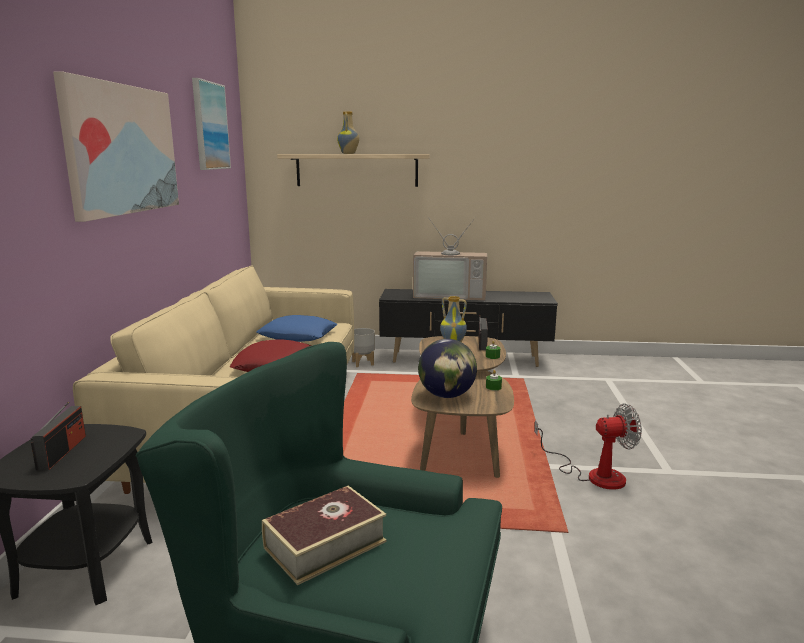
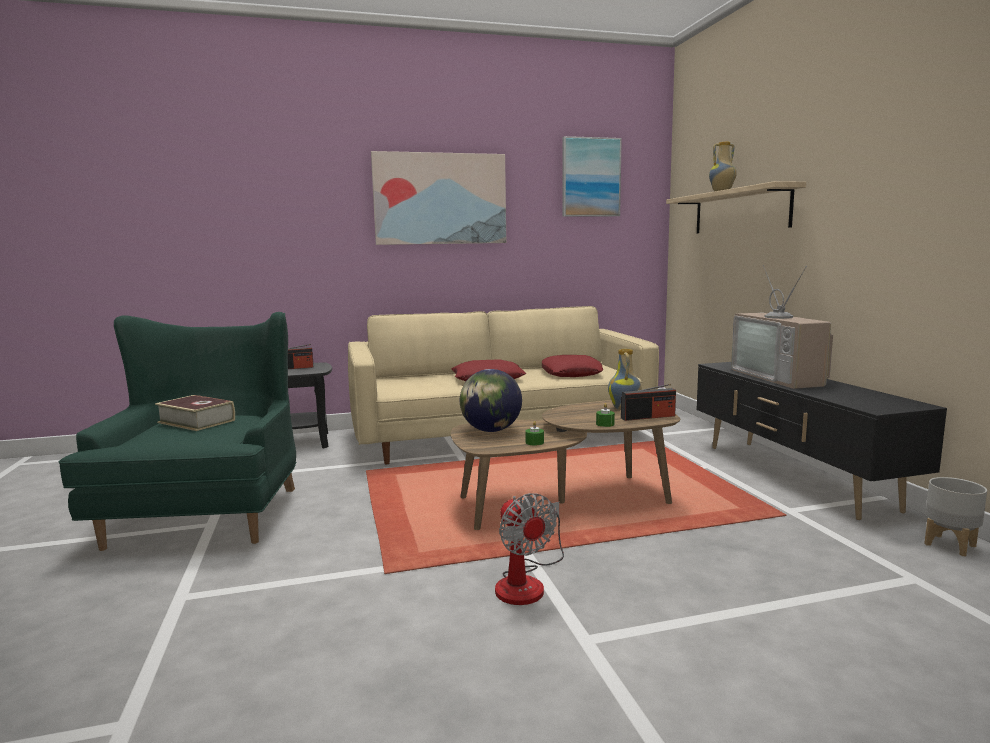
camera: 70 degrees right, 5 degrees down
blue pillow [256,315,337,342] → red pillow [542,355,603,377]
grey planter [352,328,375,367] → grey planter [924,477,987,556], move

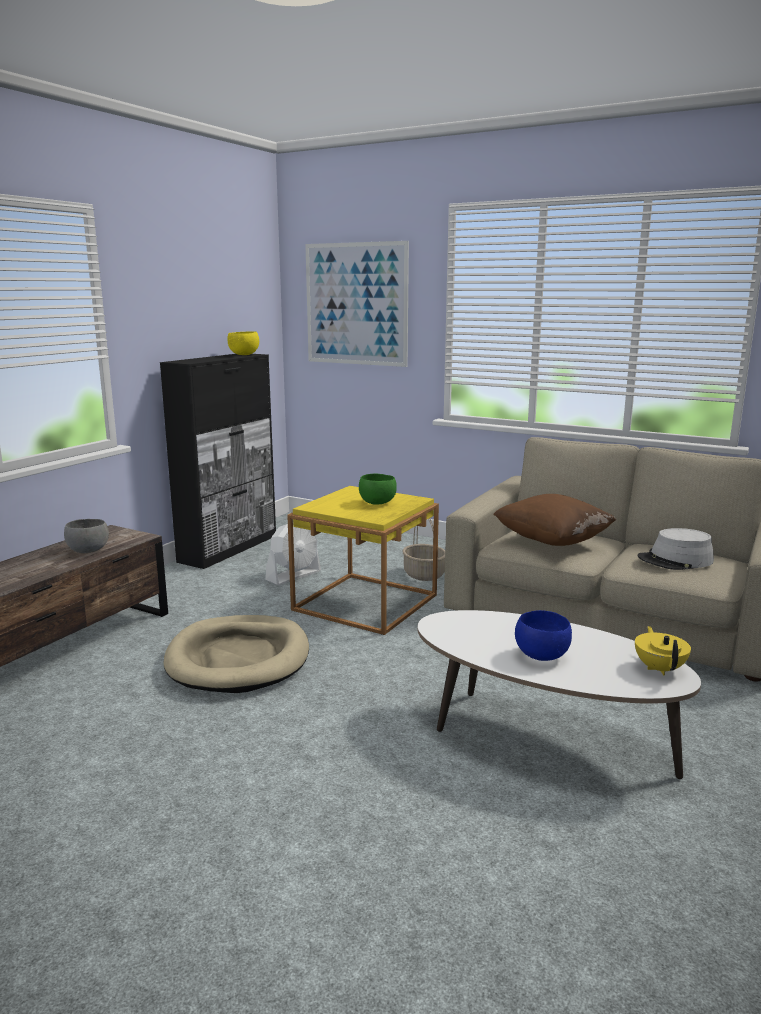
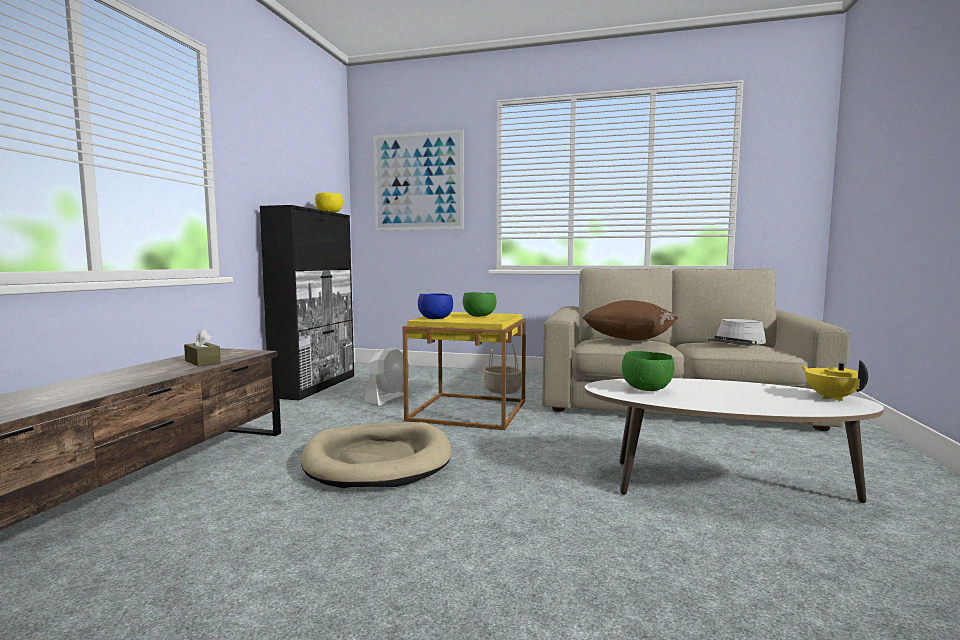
camera: 15 degrees left, 10 degrees down
grey bowl [64,519,109,553] → brown tissue box [184,329,221,366]
blue bowl [515,610,572,661] → blue bowl [418,293,453,319], move
- → green bowl [622,351,674,391]

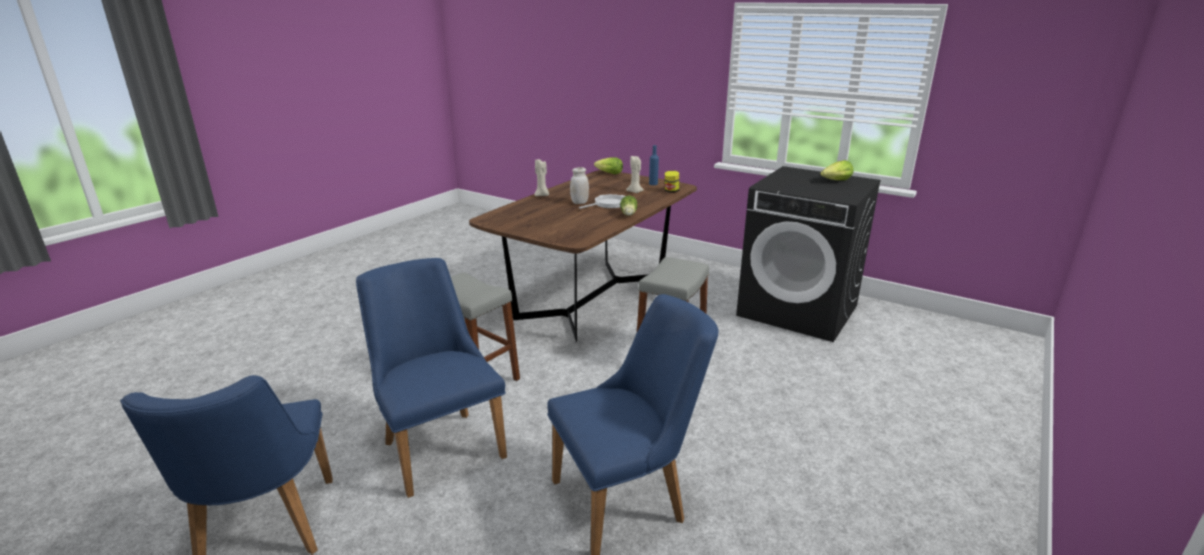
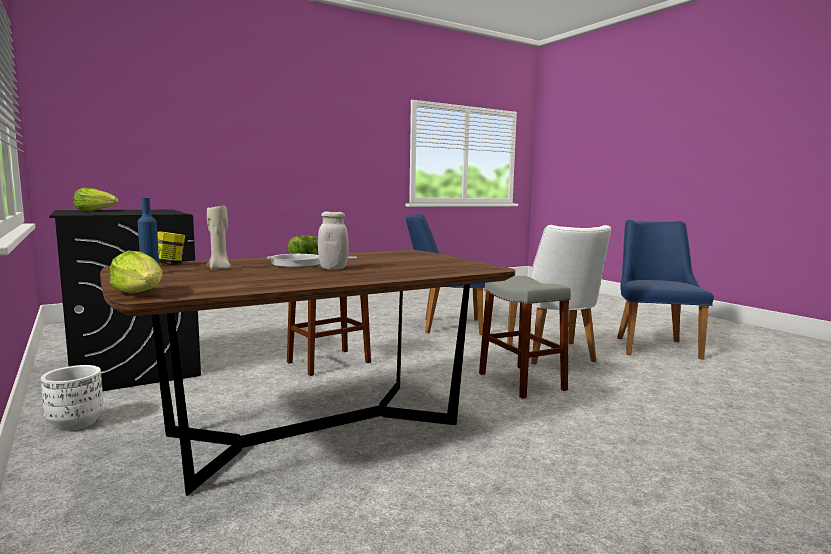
camera: 155 degrees left, 15 degrees down
blue chair [356,258,507,498] → white chair [507,225,611,364]
beige candle [534,158,549,196] → -
- → white planter [41,365,104,431]

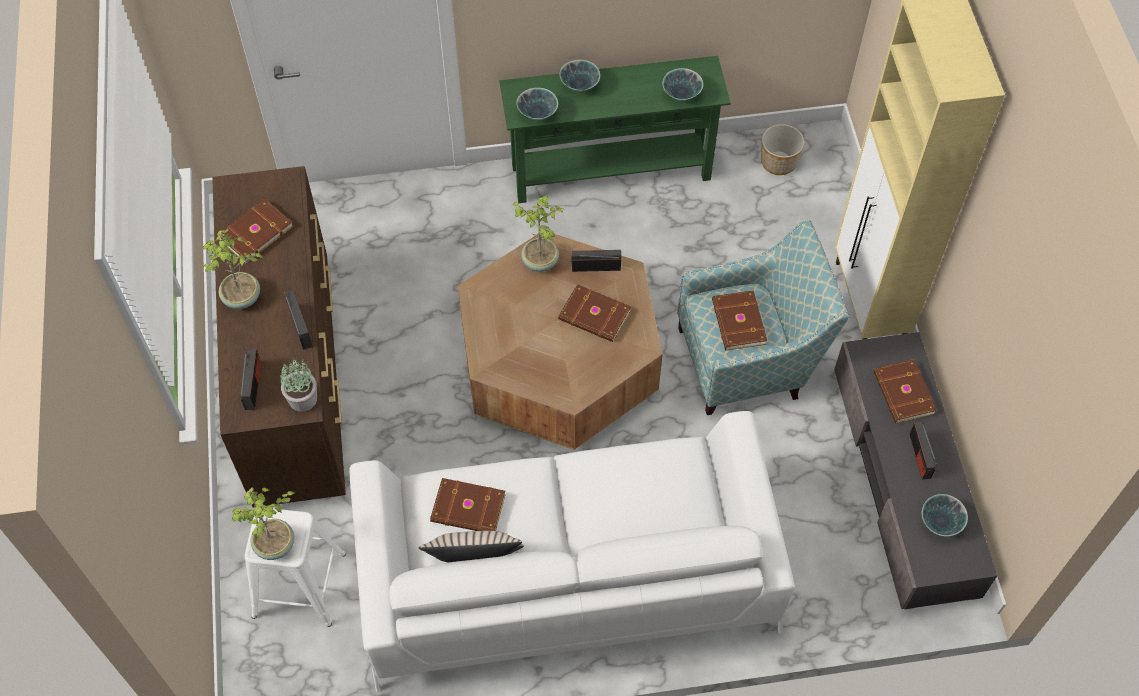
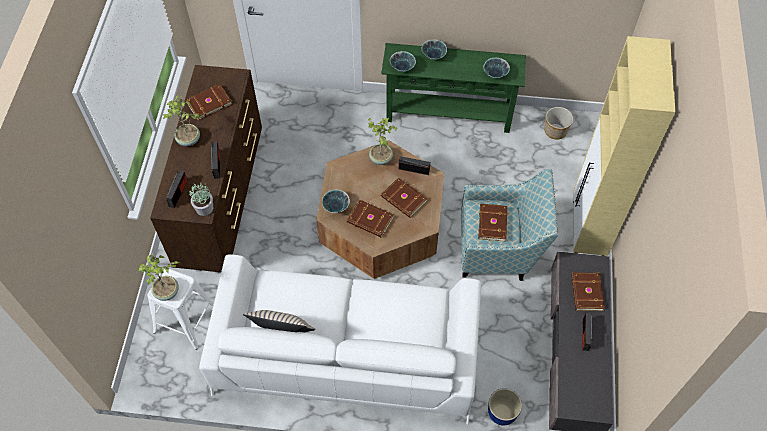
camera: 15 degrees right, 0 degrees up
brown book [430,478,506,531] → brown book [347,200,394,238], move
bowl [922,494,968,536] → bowl [322,190,350,213], move
- → planter [488,388,522,425]

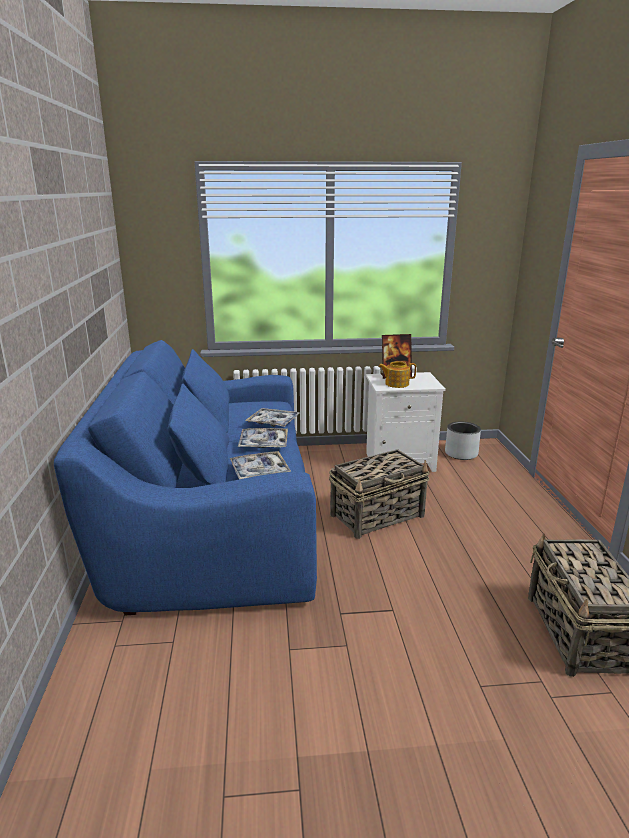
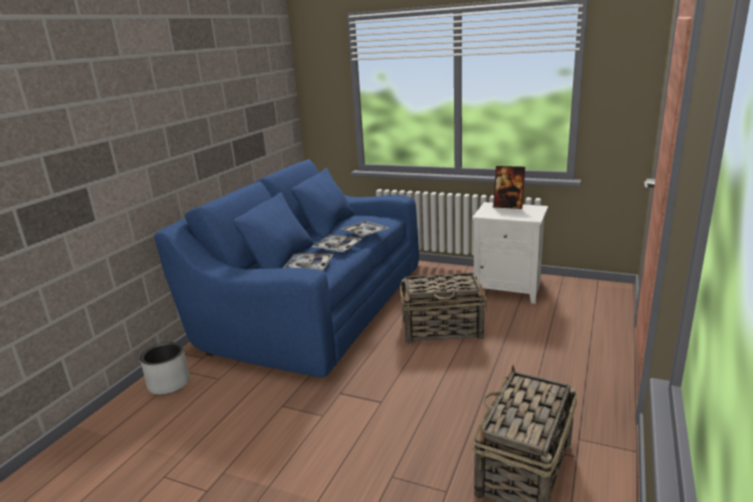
camera: 30 degrees right, 0 degrees up
teapot [378,361,416,388] → -
grey planter [445,422,481,460] → grey planter [140,342,190,395], move

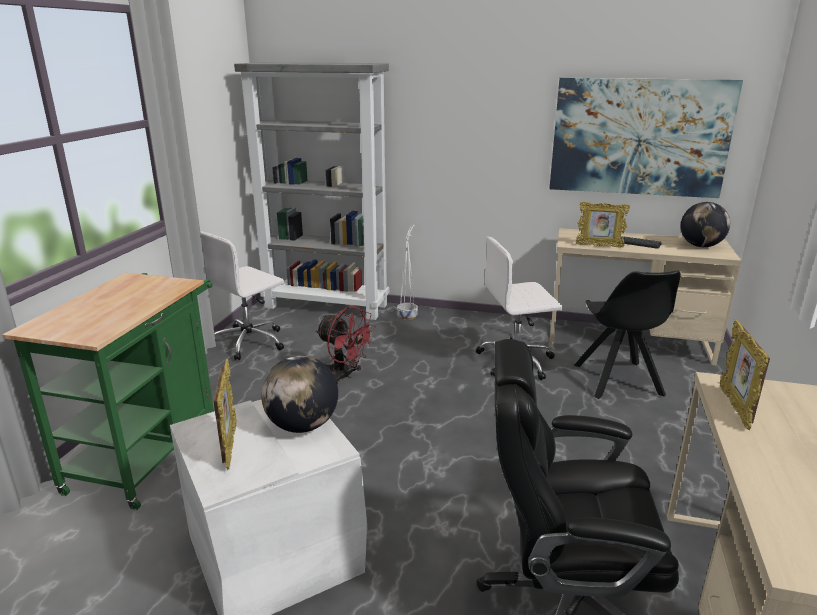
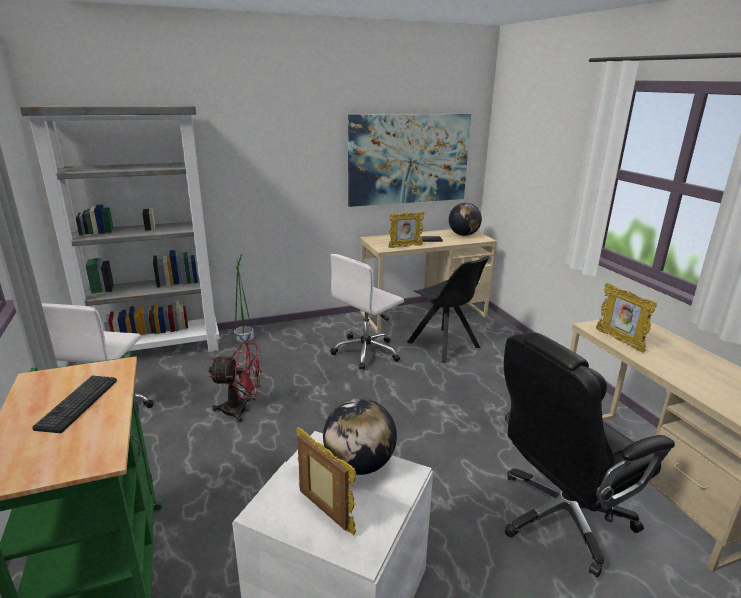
camera: 35 degrees left, 0 degrees up
white planter [397,225,418,320] → green planter [234,254,254,343]
- → keyboard [32,376,117,433]

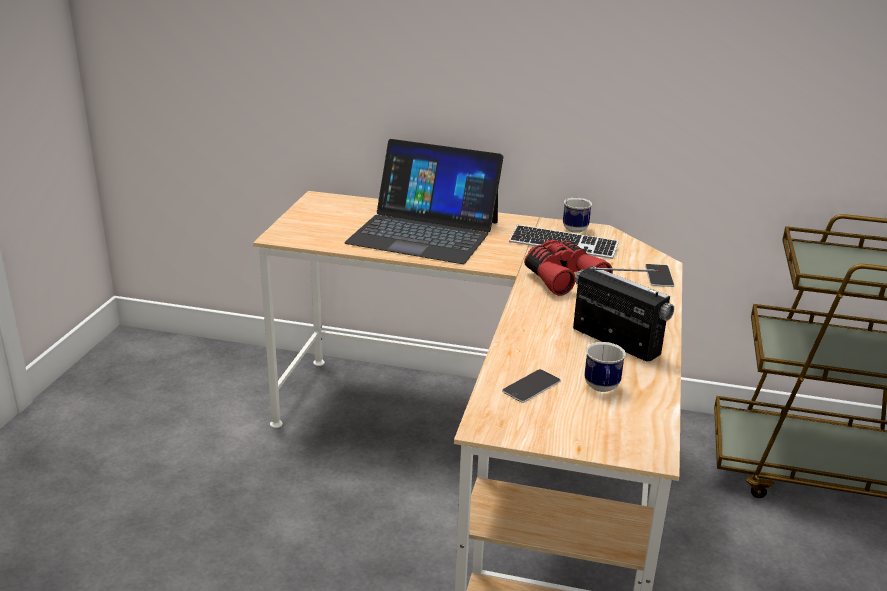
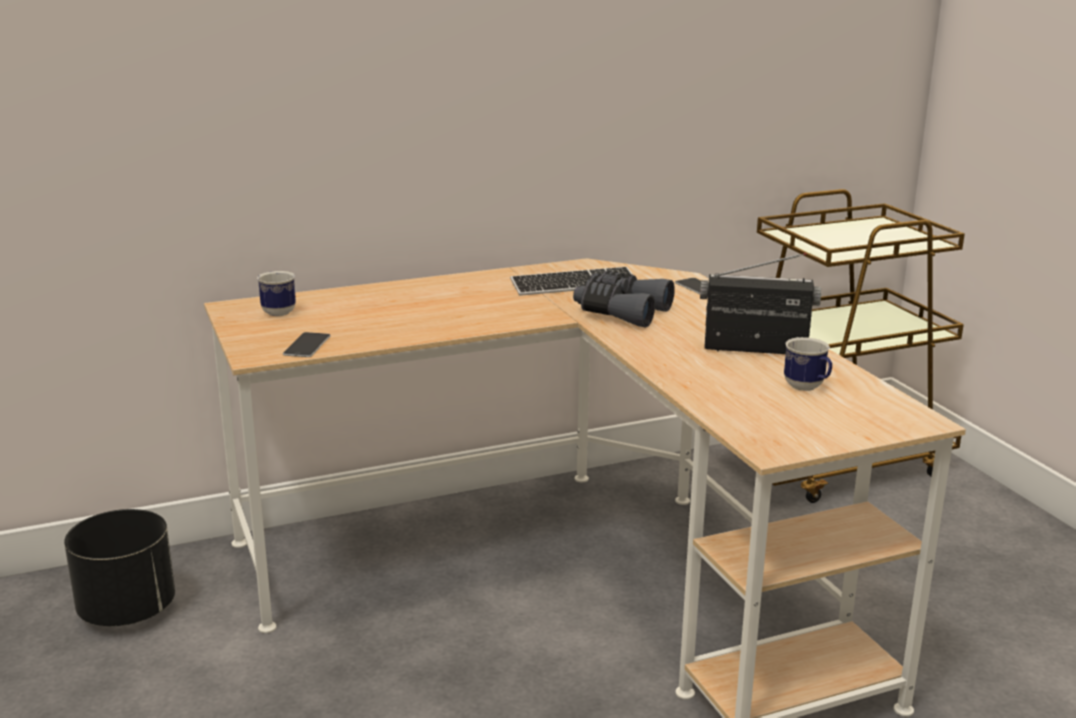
camera: 35 degrees left, 5 degrees down
laptop [344,139,503,264] → -
phone [502,369,561,403] → phone [283,332,331,357], move
red binoculars [524,240,613,296] → grey binoculars [573,271,675,328]
mug [563,198,592,233] → mug [257,271,296,316], move
- → black planter [64,509,175,626]

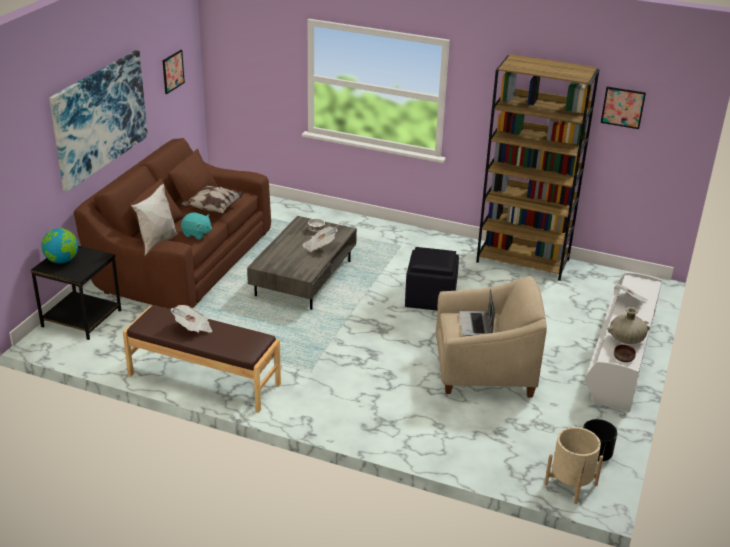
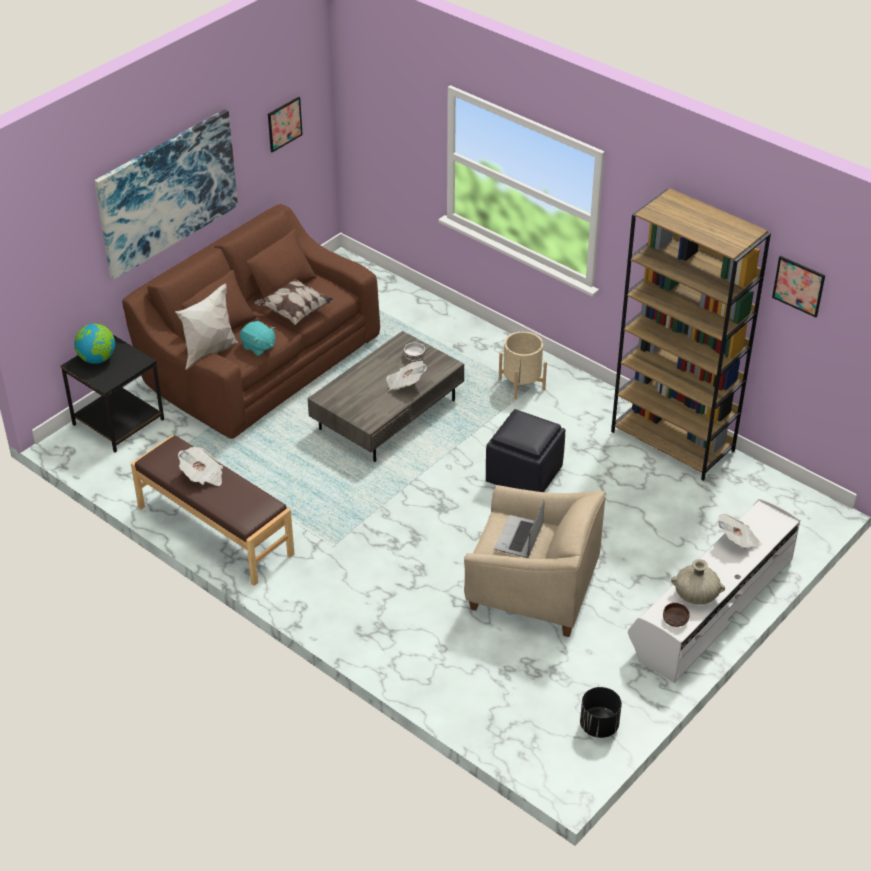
camera: 20 degrees right, 10 degrees up
beige planter [544,427,603,504] → beige planter [499,331,547,399], move

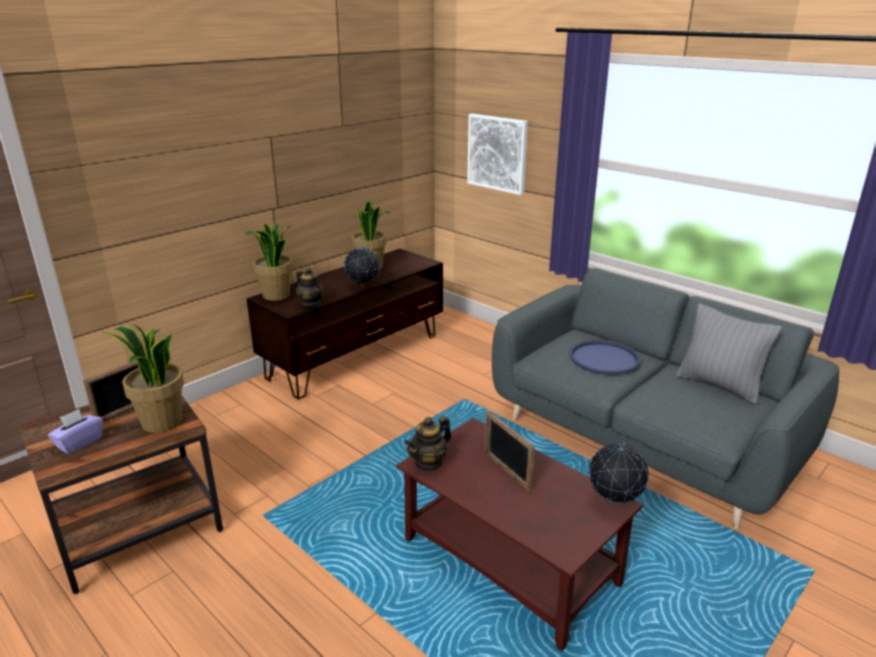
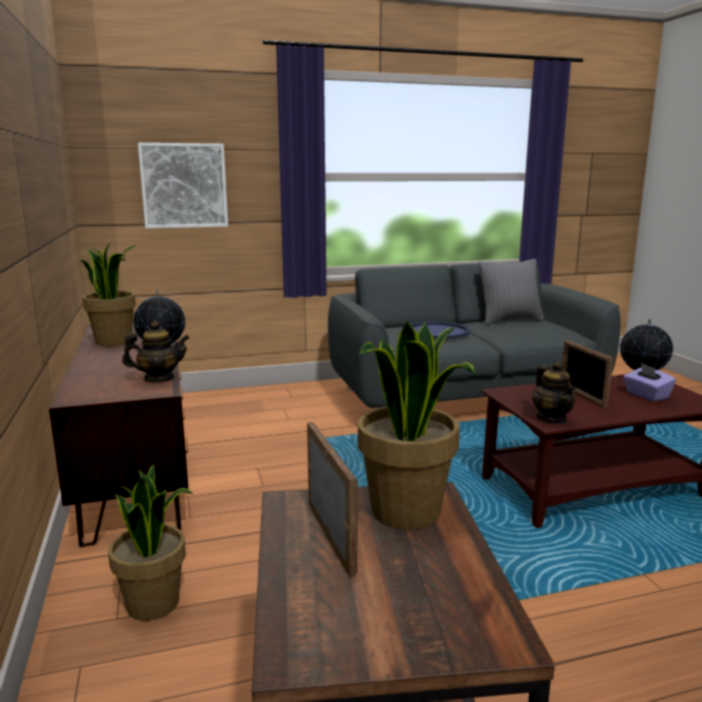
camera: 60 degrees left, 10 degrees down
purple tissue box [48,409,103,455] → purple tissue box [623,363,676,402], move
potted plant [244,223,293,301] → potted plant [108,465,193,621], move
picture frame [485,411,535,491] → picture frame [562,339,613,408], 75 degrees clockwise

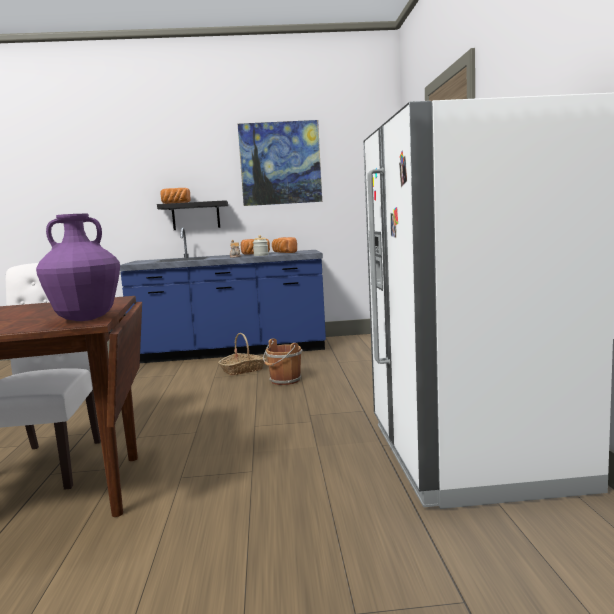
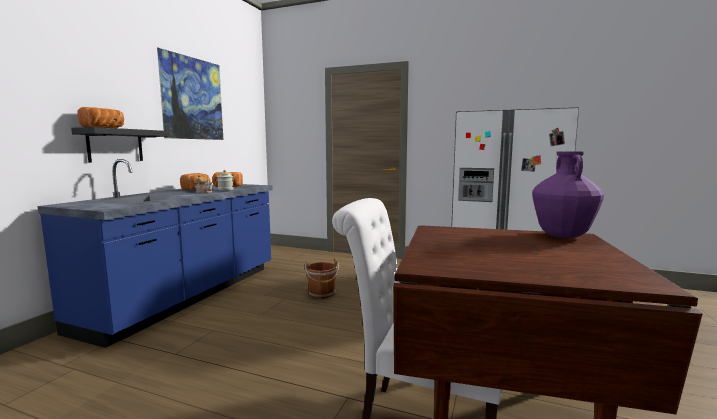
camera: 65 degrees left, 0 degrees up
basket [218,333,266,376] → -

